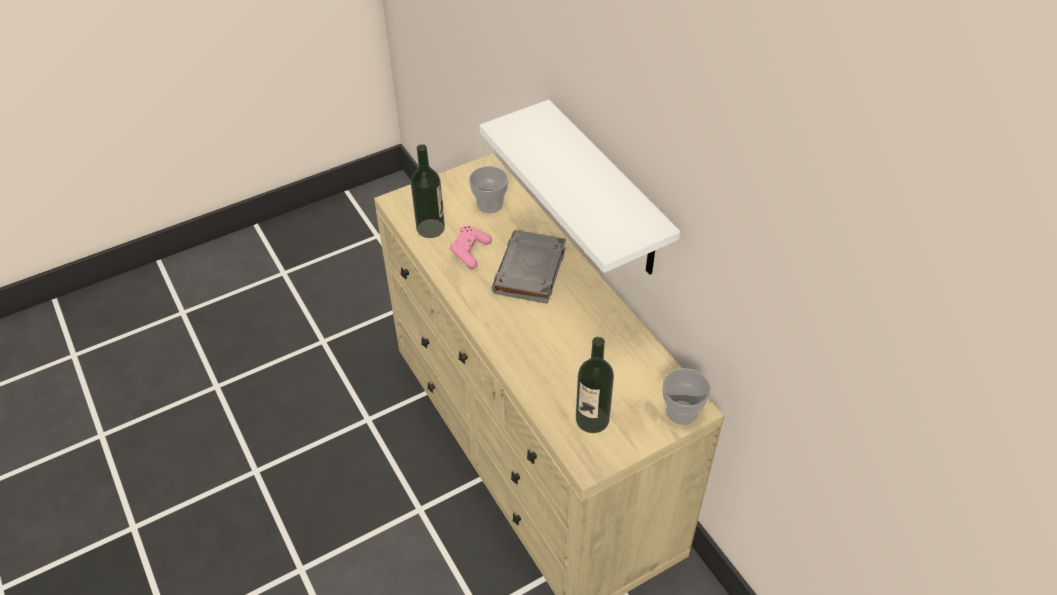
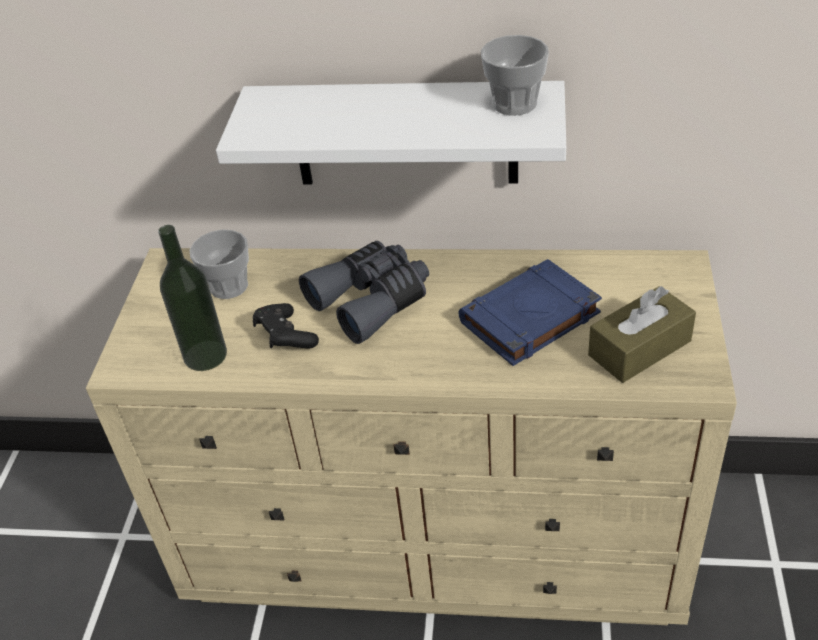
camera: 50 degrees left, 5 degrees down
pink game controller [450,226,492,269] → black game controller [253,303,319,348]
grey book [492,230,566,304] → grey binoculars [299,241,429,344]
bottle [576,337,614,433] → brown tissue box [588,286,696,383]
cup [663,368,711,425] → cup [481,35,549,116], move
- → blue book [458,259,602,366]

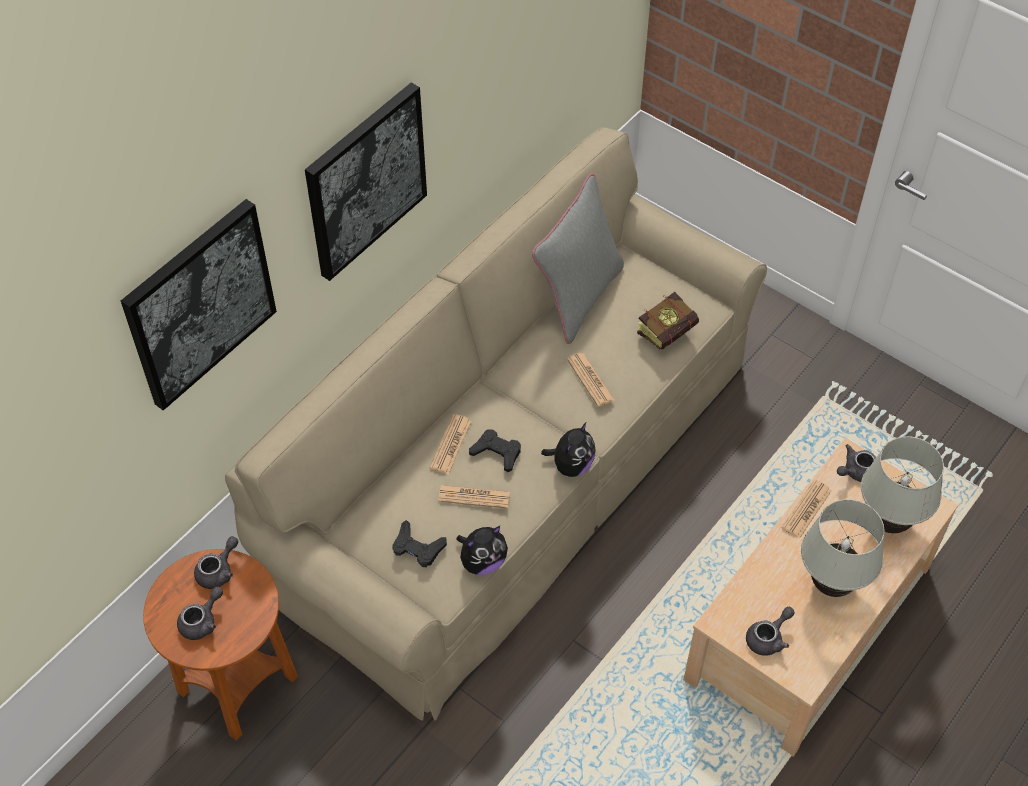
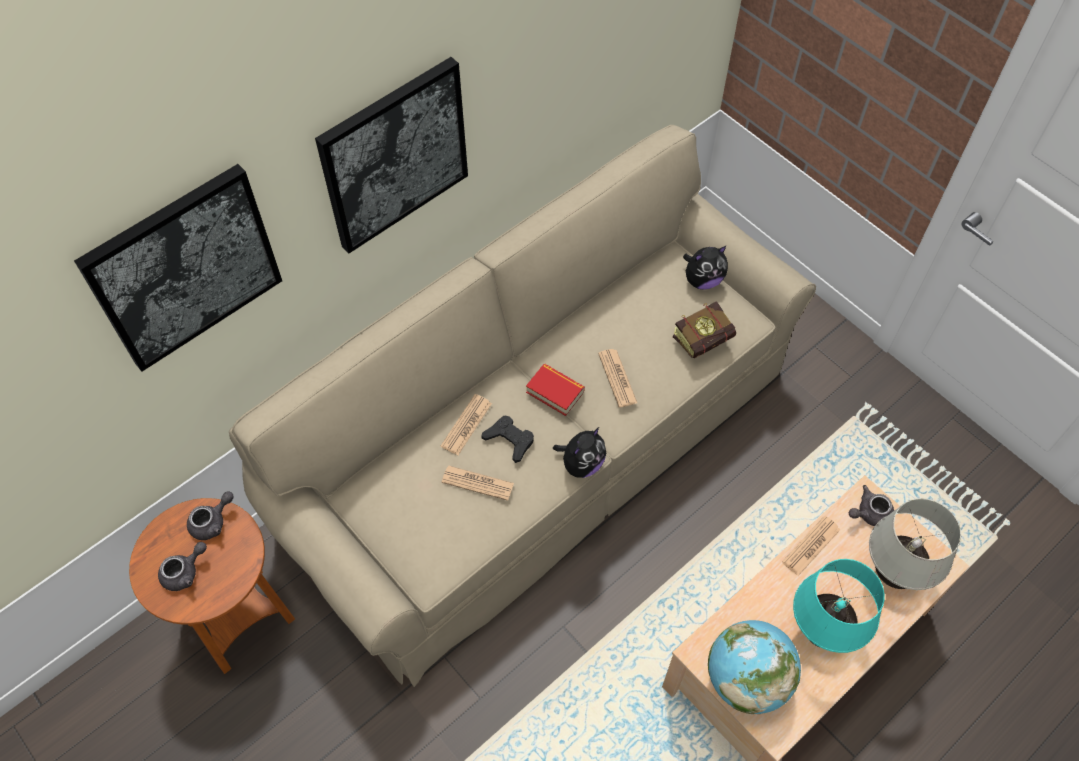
camera: 10 degrees right, 5 degrees up
black game controller [392,520,447,567] → -
plush toy [456,526,508,575] → plush toy [683,245,728,290], move
grey pillow [532,173,624,344] → -
grey teapot [746,607,795,656] → globe [708,620,801,714]
white table lamp [801,499,885,597] → turquoise table lamp [793,559,885,653]
- → book [526,364,585,416]

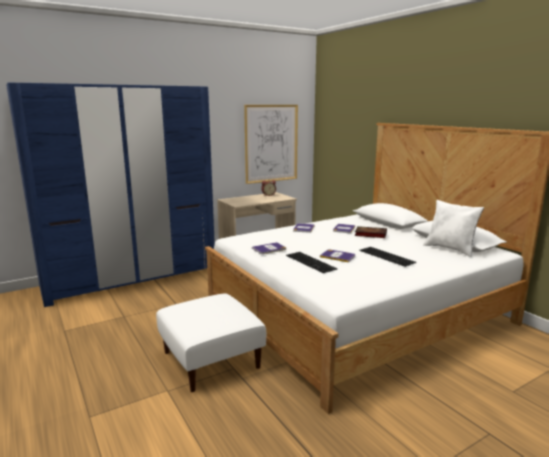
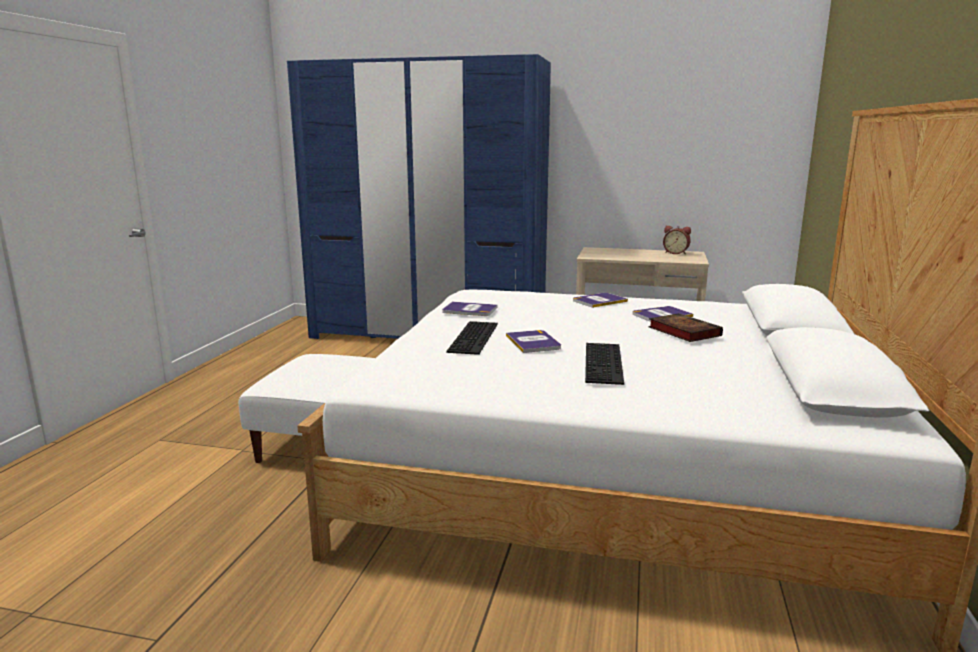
camera: 45 degrees right, 0 degrees up
picture [244,105,298,184] → -
white pillow [423,200,484,257] → -

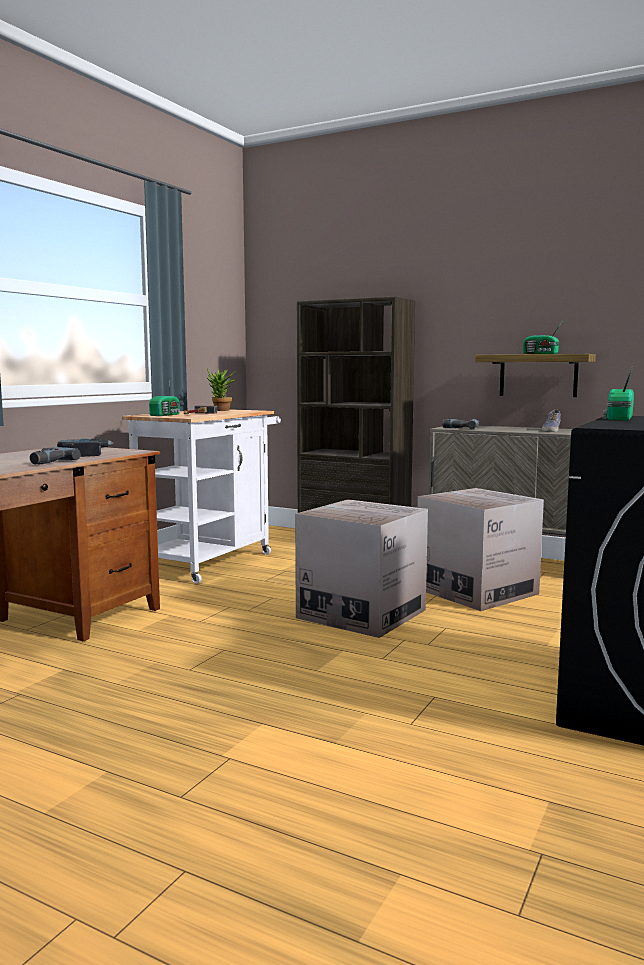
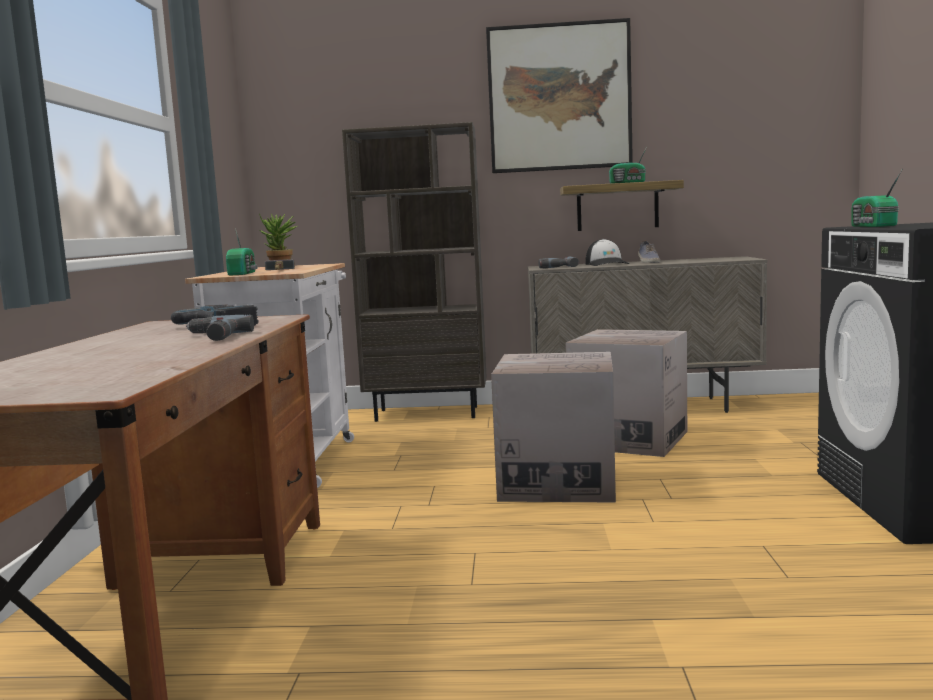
camera: 25 degrees left, 0 degrees up
- → picture [486,18,633,173]
- → cap [585,239,629,266]

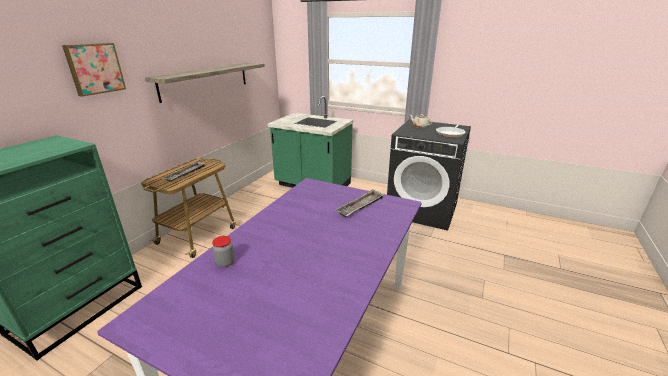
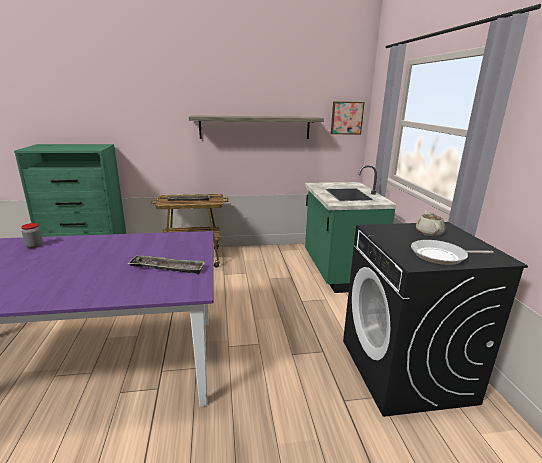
camera: 55 degrees right, 5 degrees down
picture [62,43,126,97] → picture [331,101,365,134], move

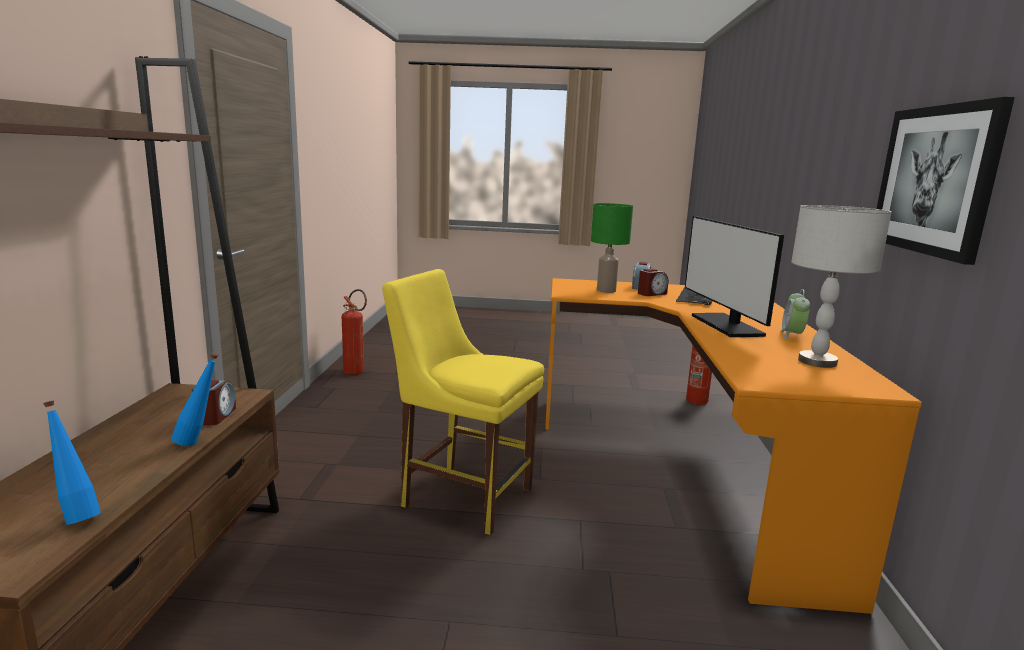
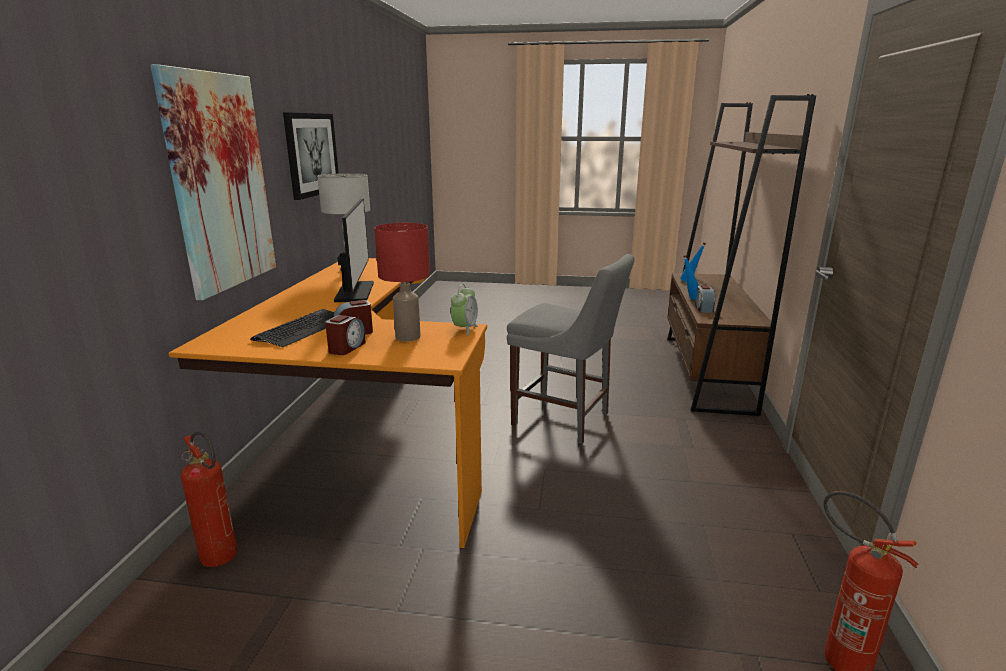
camera: 175 degrees left, 5 degrees up
yellow chair [382,269,544,535] → grey chair [507,254,635,444]
green table lamp [591,203,633,293] → red table lamp [374,223,430,341]
alarm clock [780,289,810,339] → alarm clock [451,284,479,335], move
- → picture [150,64,276,300]

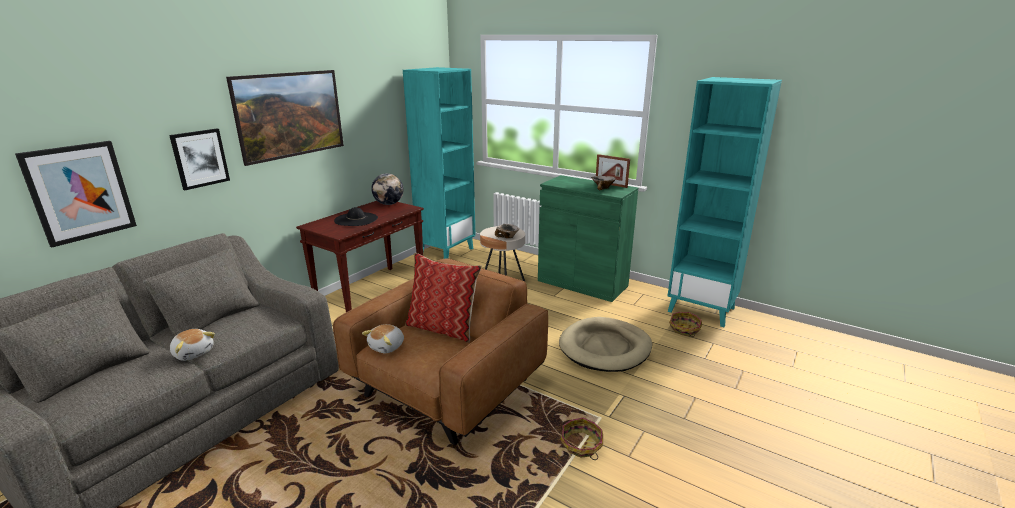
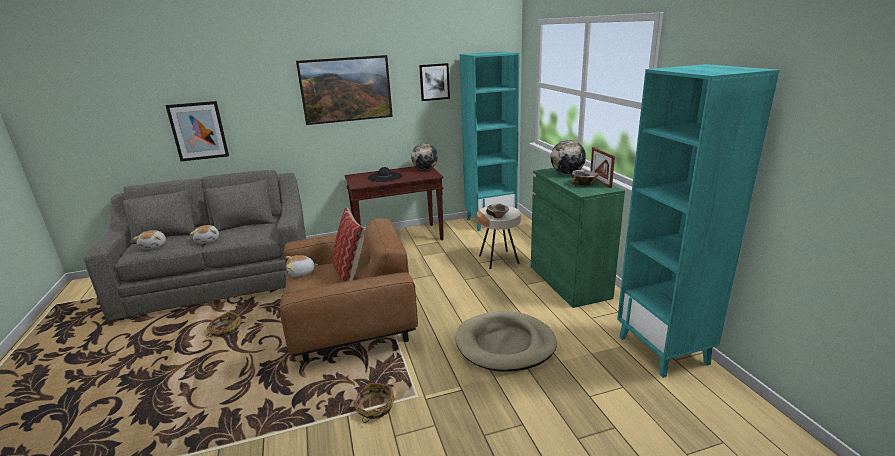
camera: 40 degrees right, 0 degrees up
picture [169,129,230,190] → picture [419,63,450,101], move
basket [669,312,702,337] → basket [206,312,242,338], move
- → plush toy [132,230,166,249]
- → globe [551,140,586,175]

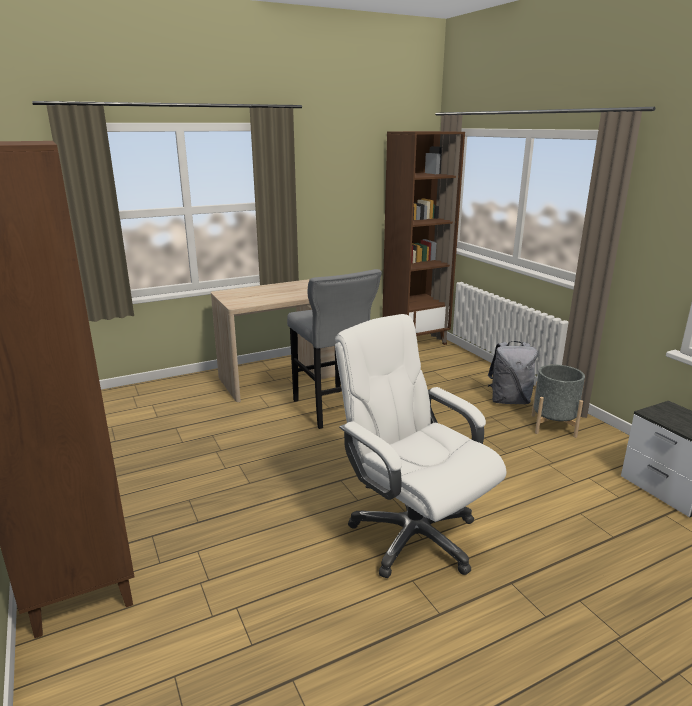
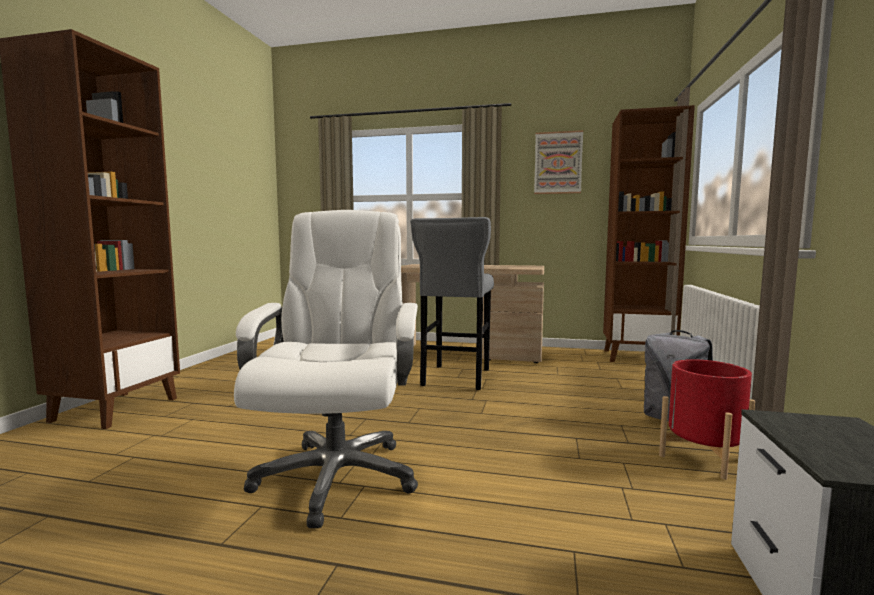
camera: 40 degrees right, 15 degrees down
grey planter [531,365,585,438] → red planter [659,359,755,480]
- → picture [534,130,583,194]

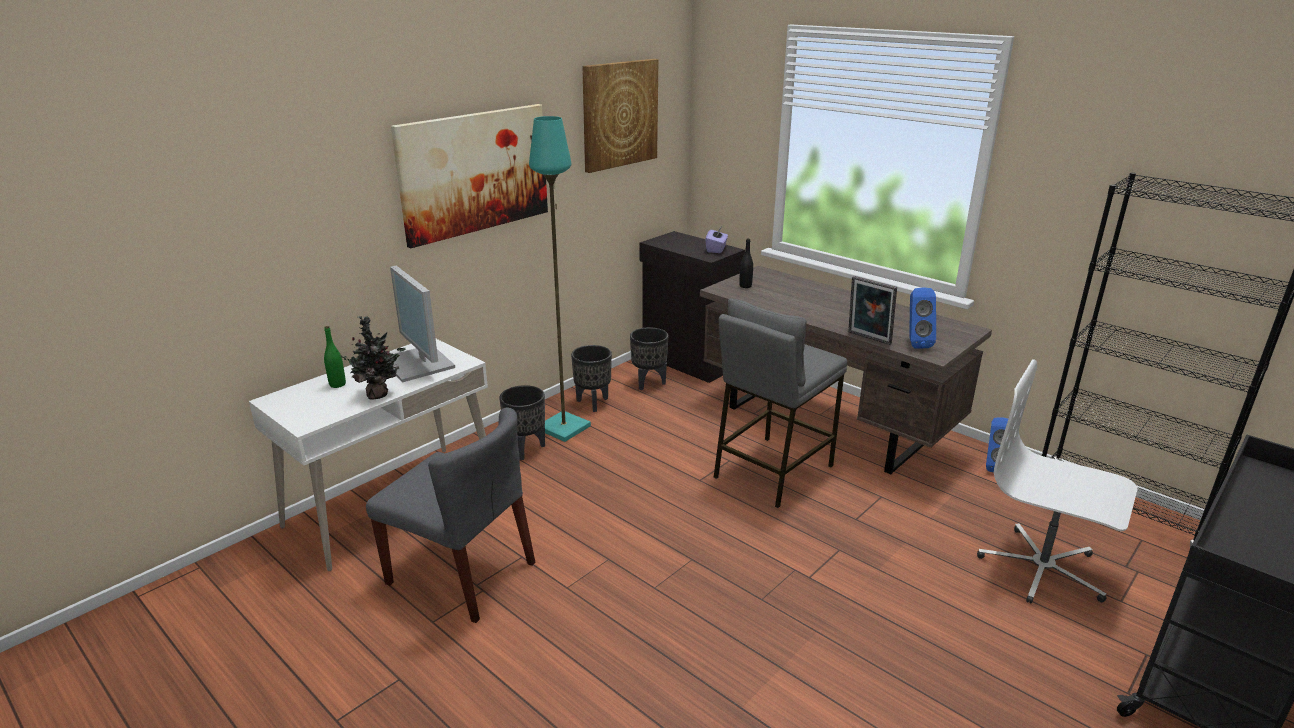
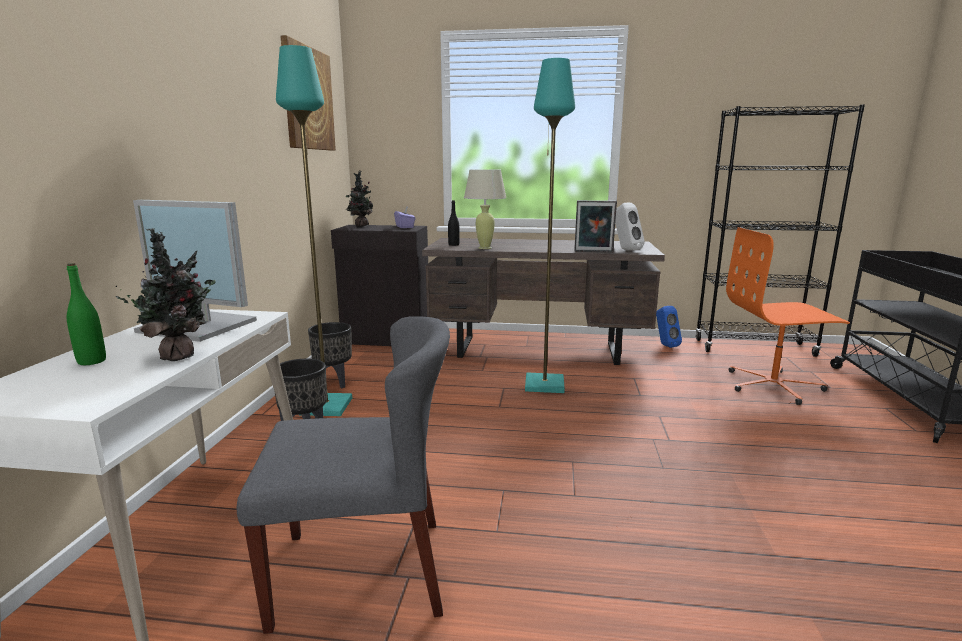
camera: 35 degrees left, 10 degrees down
picture [391,104,548,248] → -
black planter [630,327,668,390] → -
grey stool [713,298,847,508] → turquoise floor lamp [525,58,575,393]
blue speaker [909,288,936,348] → white speaker [615,203,645,251]
white office chair [977,359,1137,604] → orange office chair [726,227,850,405]
- → potted plant [345,171,373,227]
- → beige table lamp [464,169,507,249]

